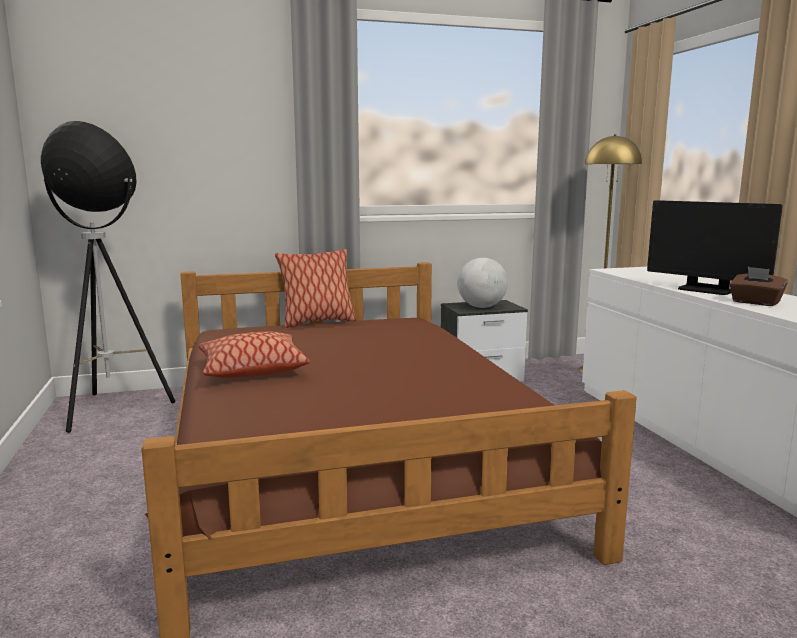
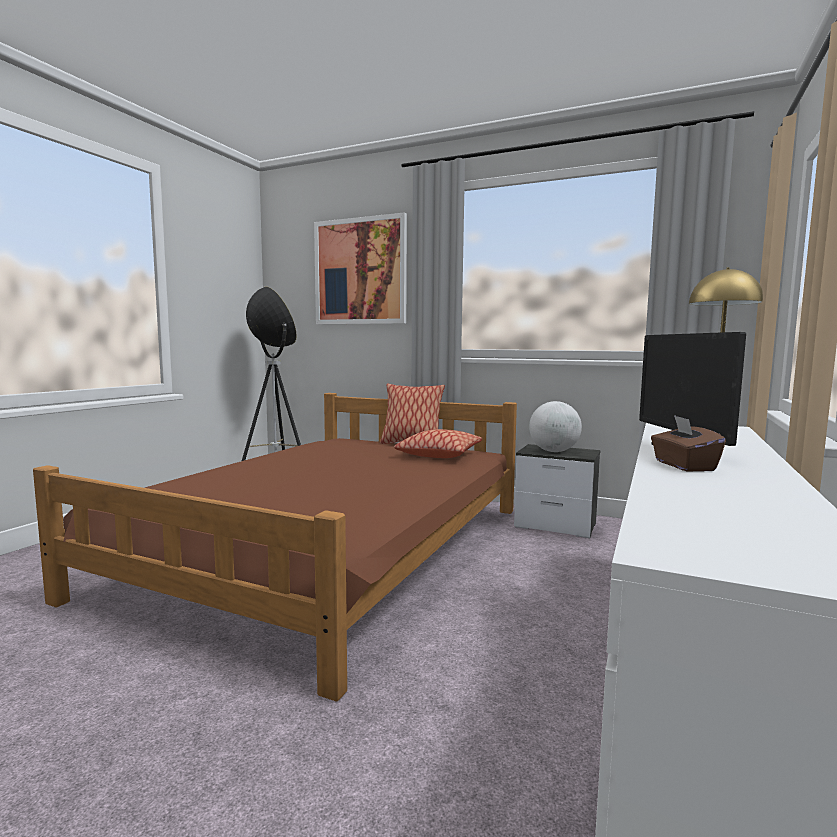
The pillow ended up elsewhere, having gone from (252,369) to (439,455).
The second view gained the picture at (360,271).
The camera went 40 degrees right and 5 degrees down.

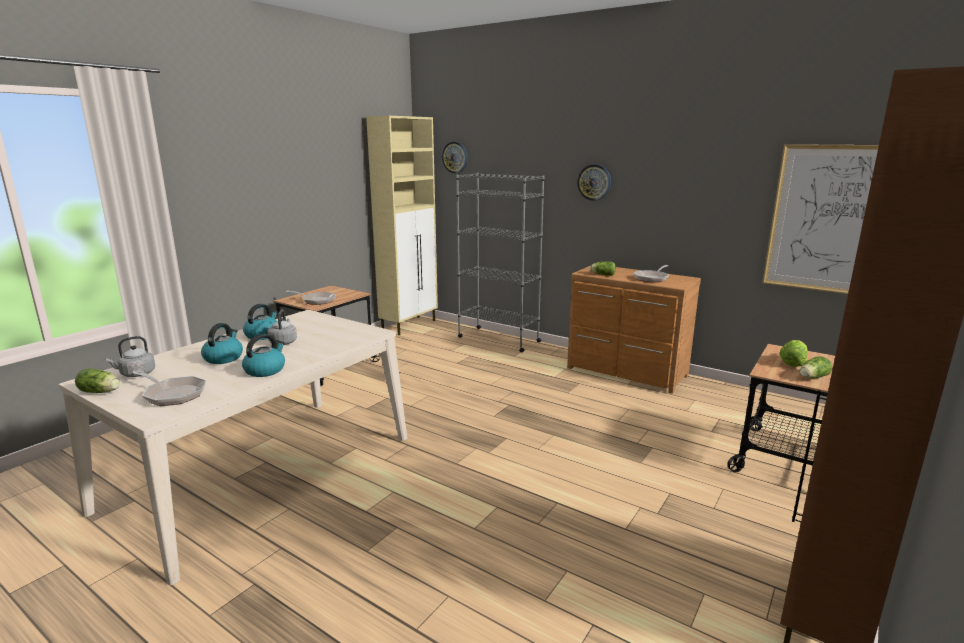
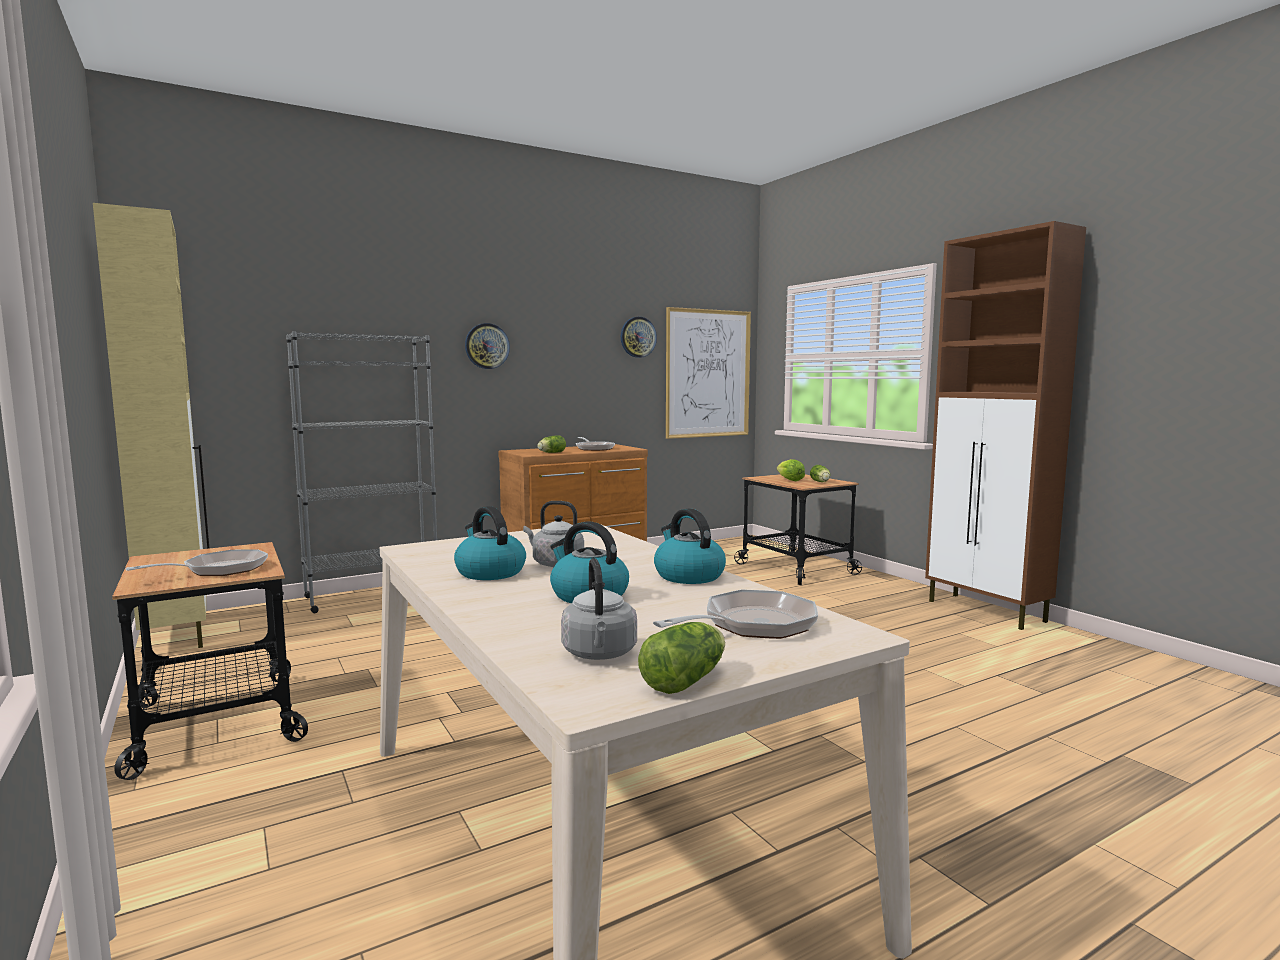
The wall clock ended up elsewhere, having gone from (455,157) to (638,337).
The camera went 65 degrees left and 10 degrees down.

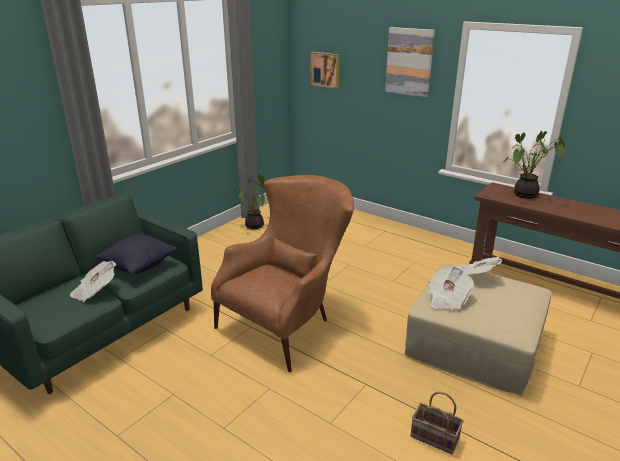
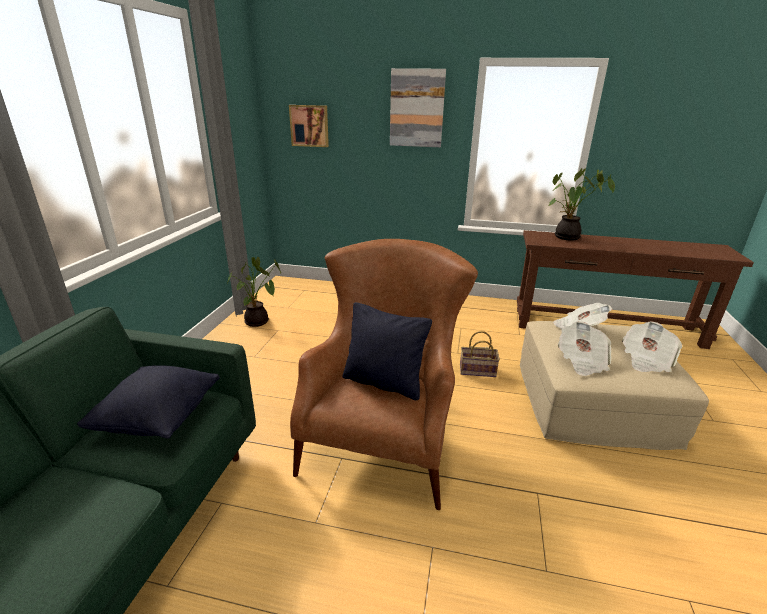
The newspaper ended up elsewhere, having gone from (95,291) to (646,360).
The basket ended up elsewhere, having gone from (433,437) to (476,371).
The second view gained the black pillow at (384,383).
The camera went 25 degrees left and 0 degrees up.

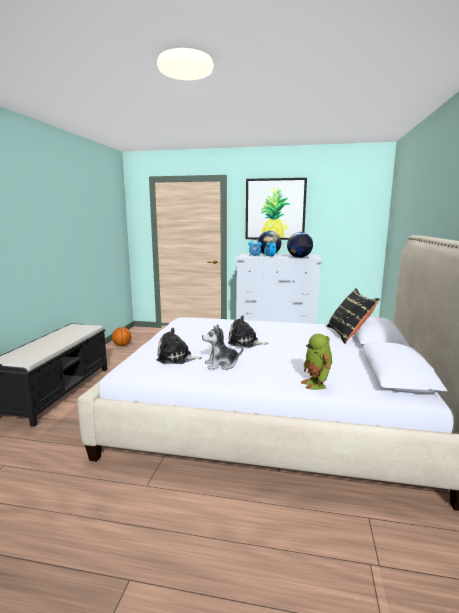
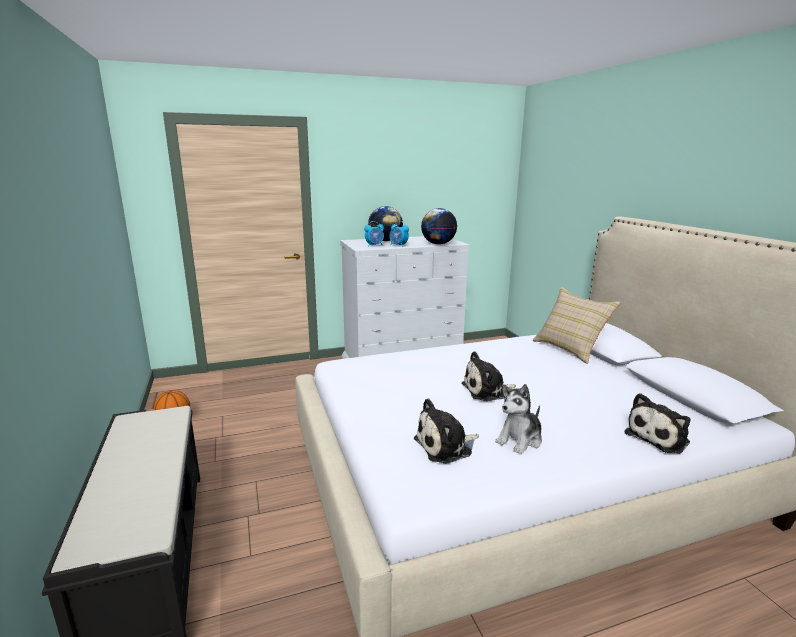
The second view lost the picture at (275,209).
What was the black pillow at (348,335) turned into the beige pillow at (570,348).
Where the toy robot stood at (316,384), the plush toy came to stand at (659,437).
The camera went 30 degrees left and 5 degrees up.

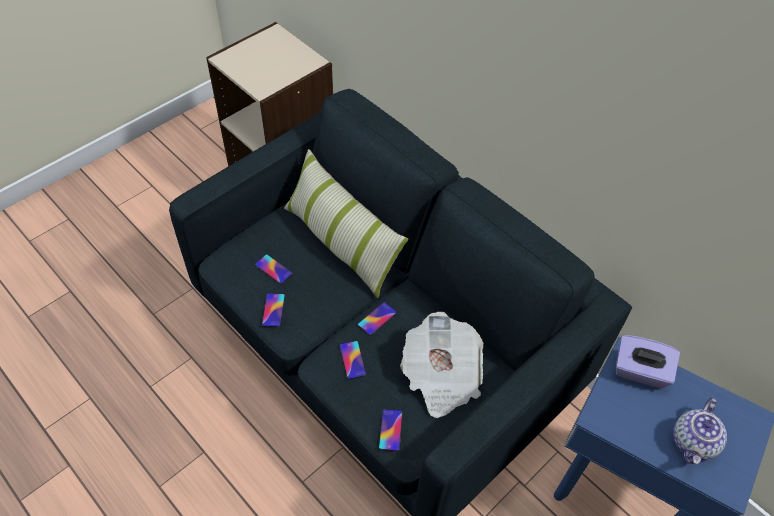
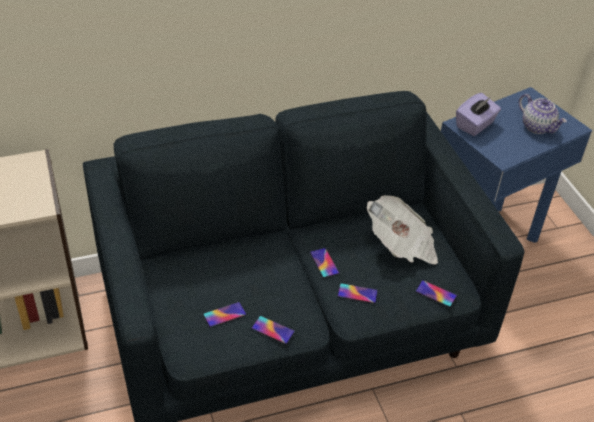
The second view lost the pillow at (341,243).
The camera went 65 degrees left and 10 degrees down.

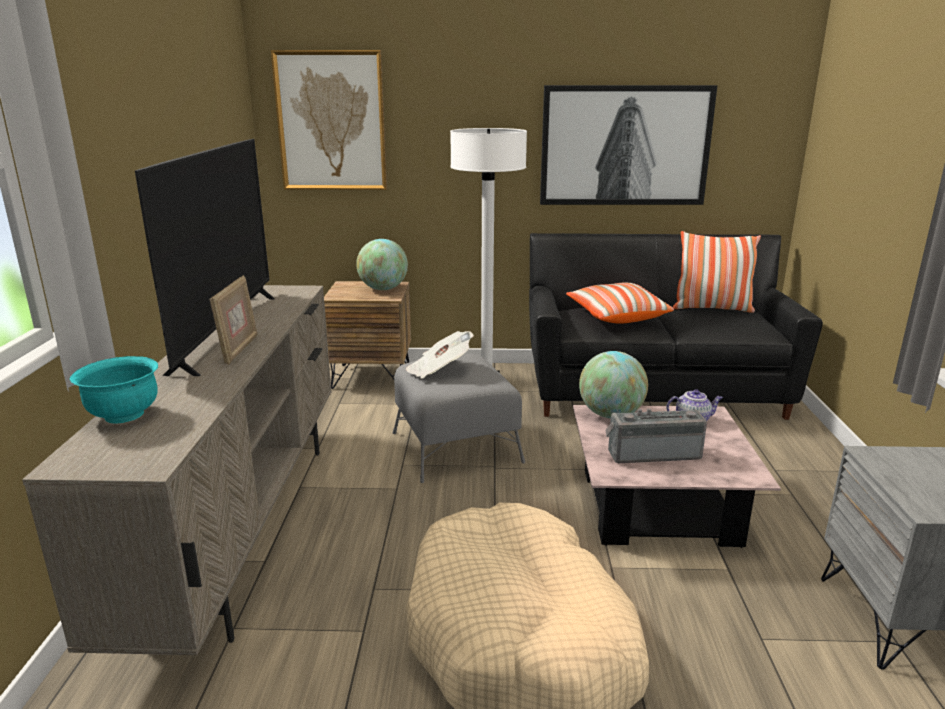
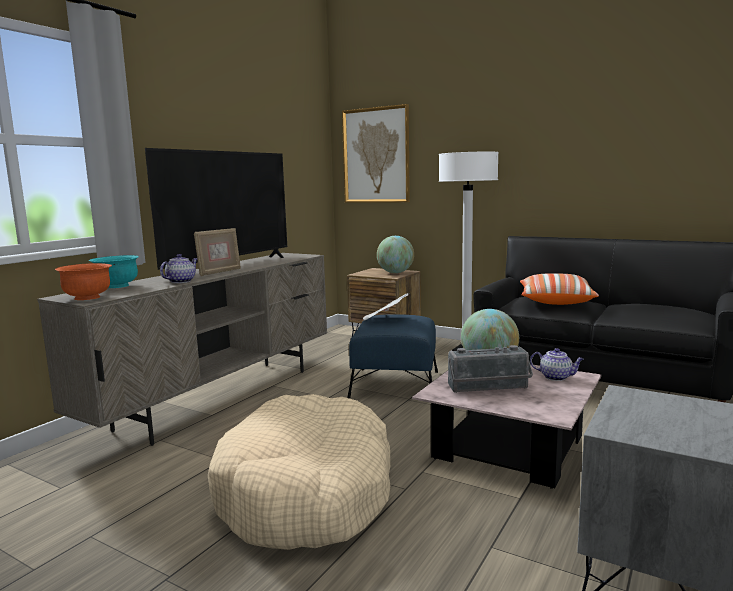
The second view lost the picture at (625,146).
The second view lost the pillow at (712,308).
What was the grey ottoman at (456,447) turned into the blue ottoman at (394,384).
The radio at (653,453) ended up facing another way, 150 degrees clockwise from before.
The second view gained the teapot at (181,281).
The second view gained the orange bowl at (88,298).
The camera went 30 degrees right and 10 degrees down.

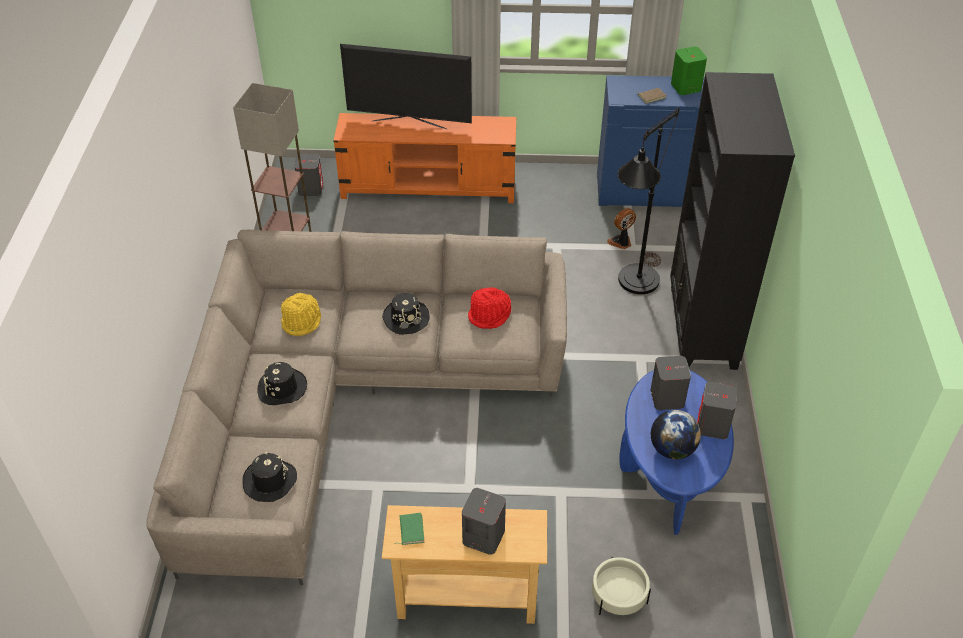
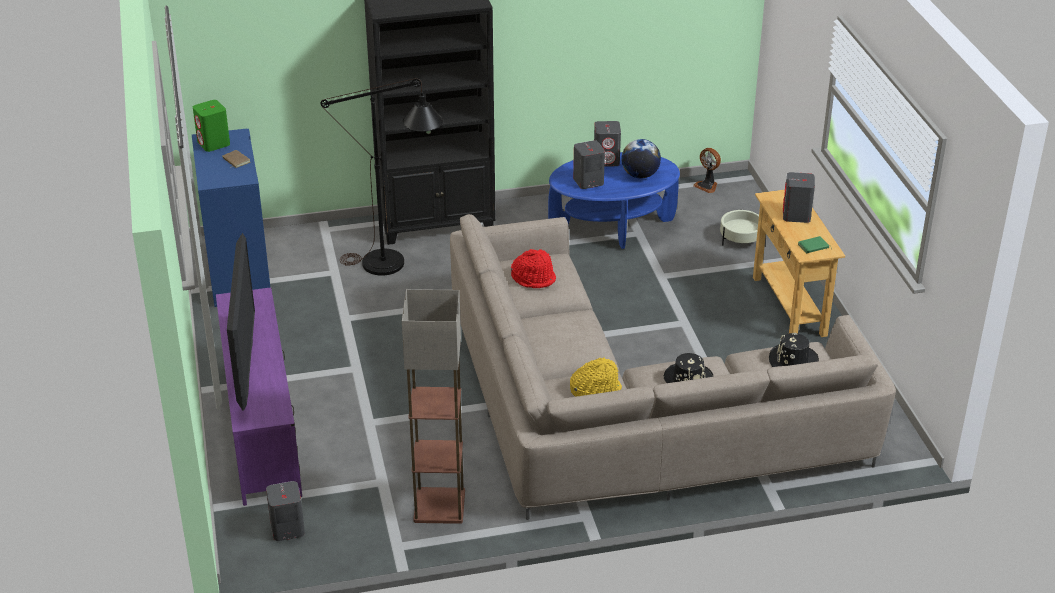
What was the orange tv stand at (429,187) turned into the purple tv stand at (262,427).
The fan ended up elsewhere, having gone from (621,242) to (707,186).
The second view lost the black hat at (406,318).
The camera went 105 degrees left and 10 degrees down.

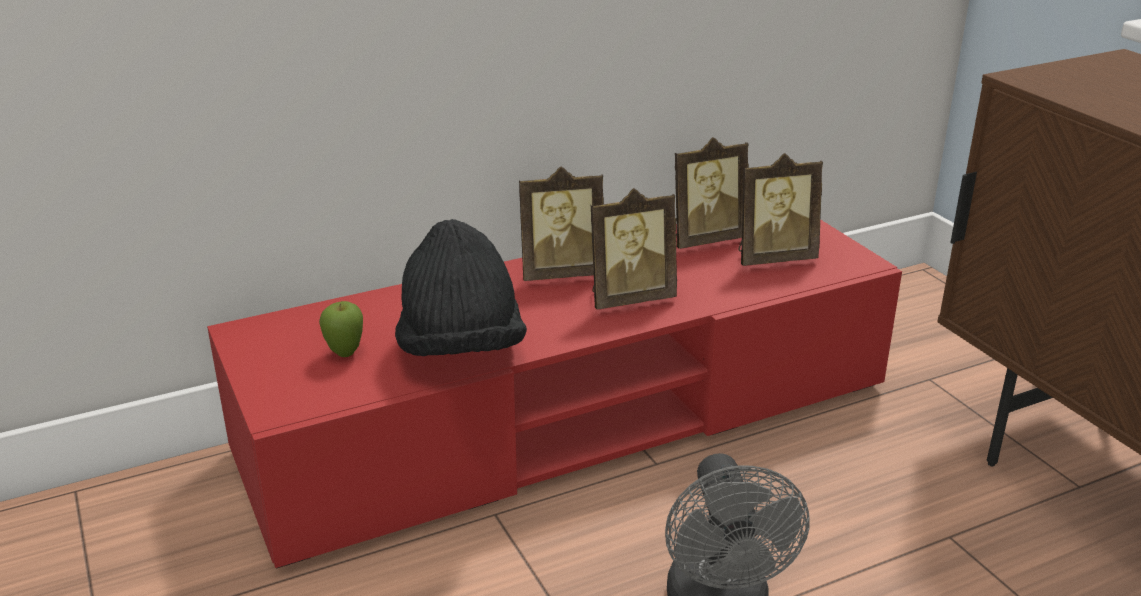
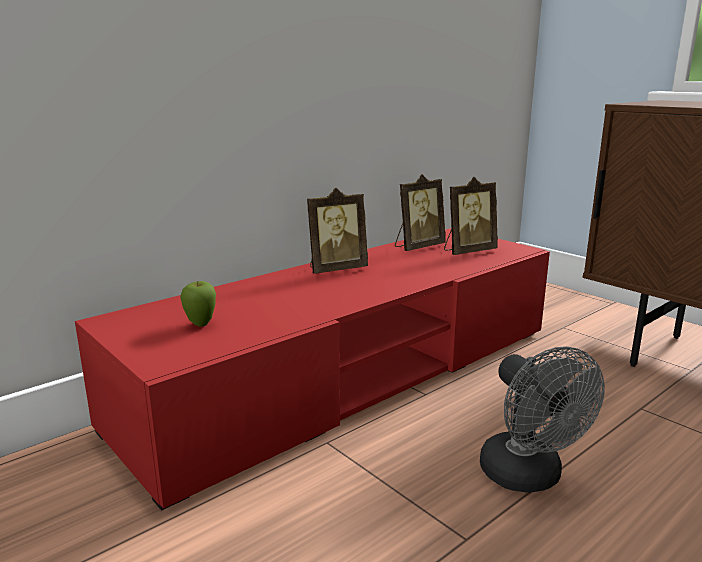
The second view lost the picture frame at (629,298).
The second view lost the black hat at (460,349).
The camera went 15 degrees left and 10 degrees down.

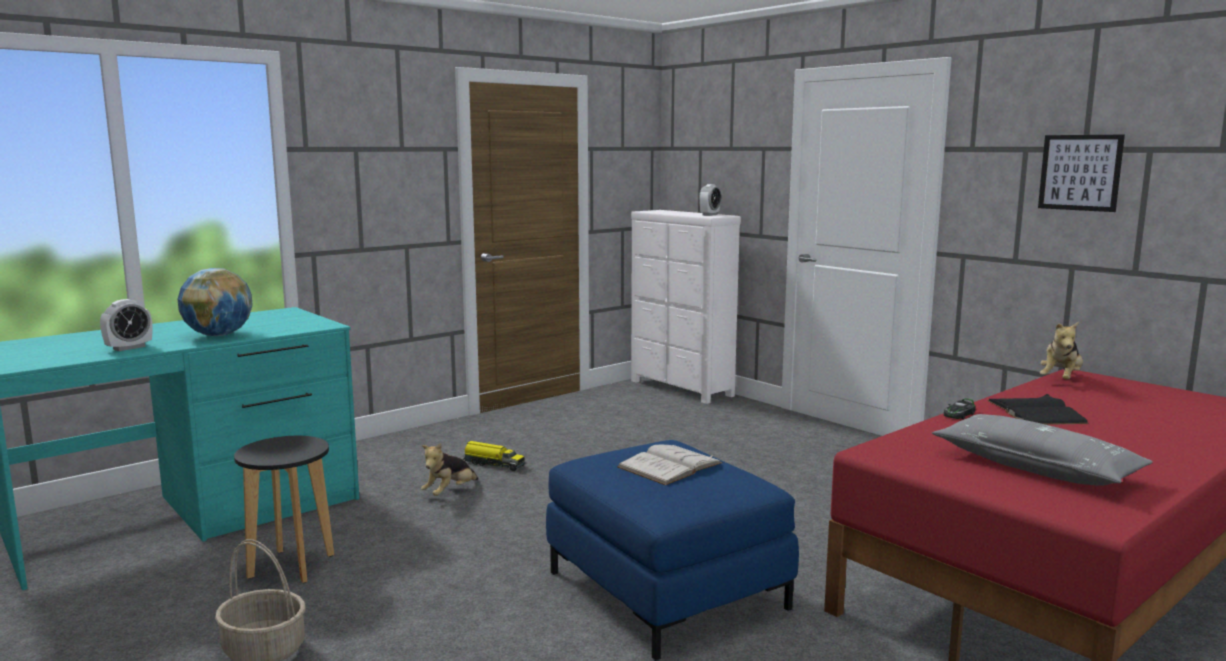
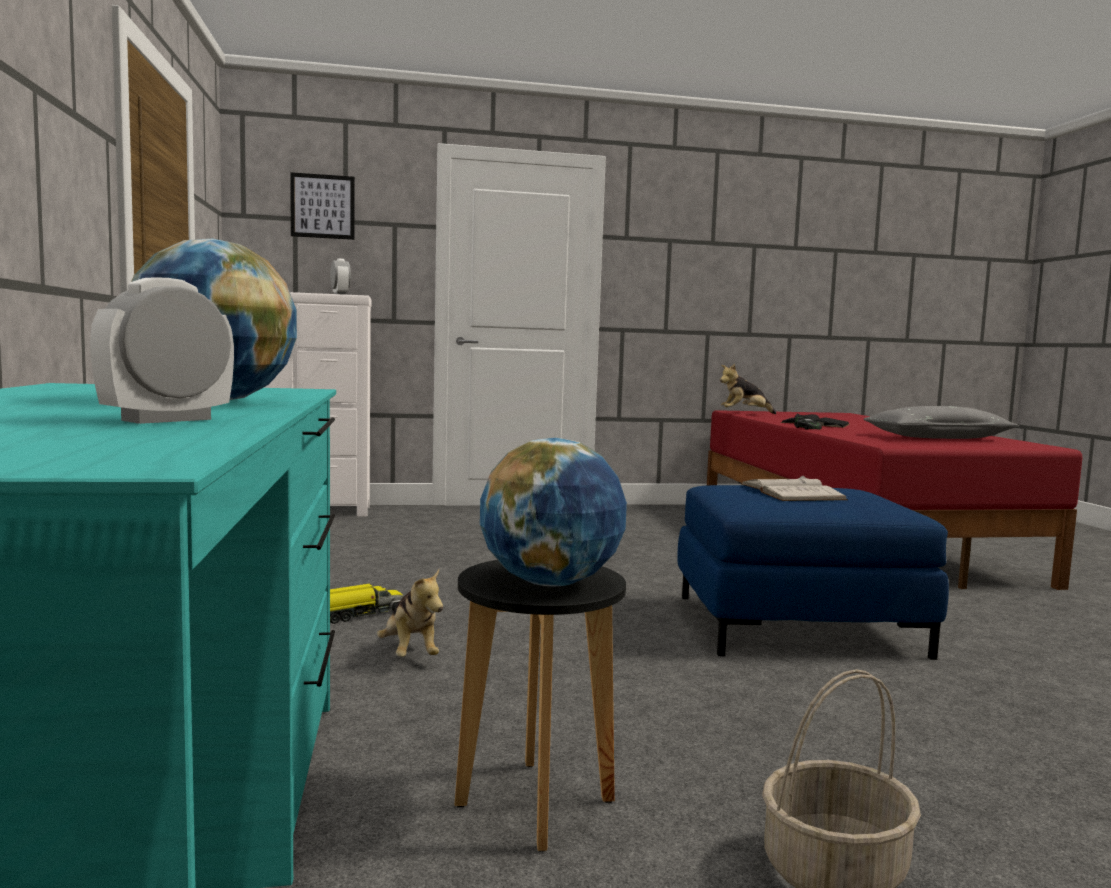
The picture ended up elsewhere, having gone from (1080,172) to (322,206).
The alarm clock at (129,348) ended up facing another way, 120 degrees counterclockwise from before.
The plush toy at (1060,380) ended up facing another way, 105 degrees clockwise from before.
The second view gained the globe at (551,583).
The camera went 60 degrees left and 5 degrees down.

